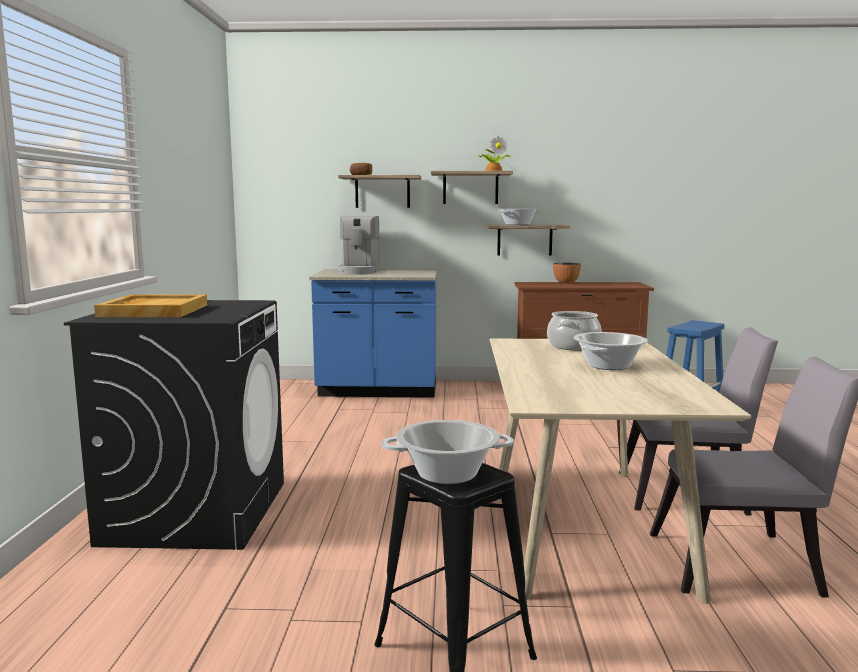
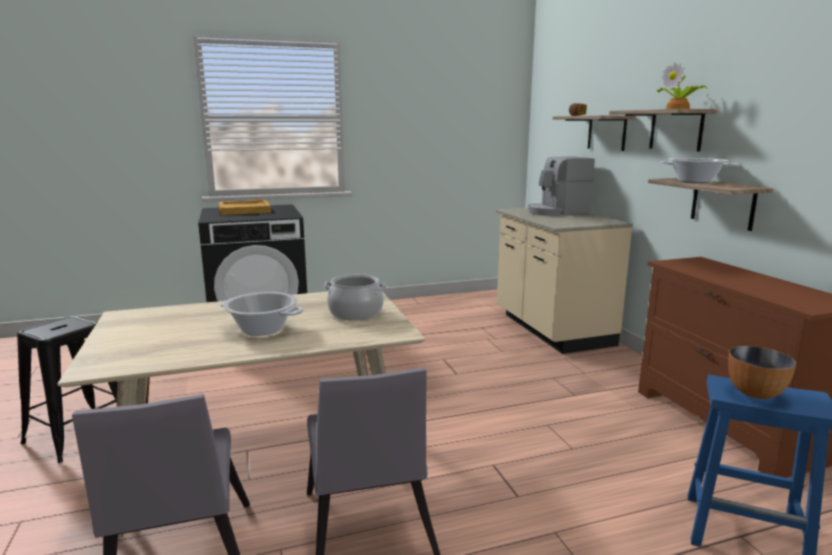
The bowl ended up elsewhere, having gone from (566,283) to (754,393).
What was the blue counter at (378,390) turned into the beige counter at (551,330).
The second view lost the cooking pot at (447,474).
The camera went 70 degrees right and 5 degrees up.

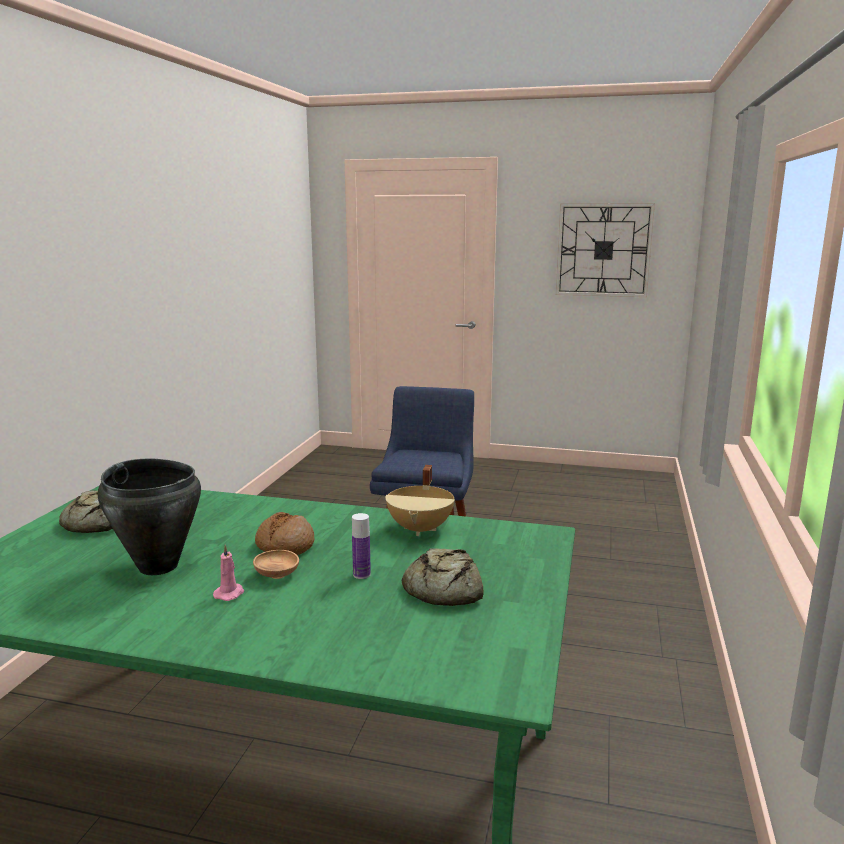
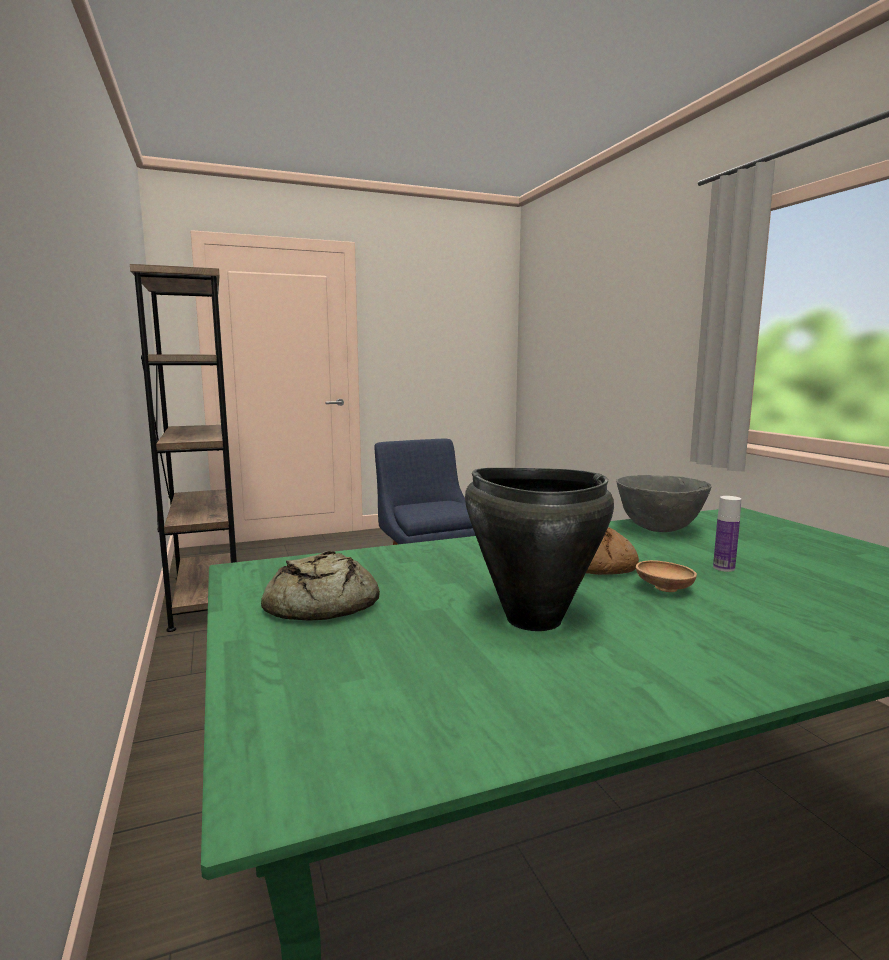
The second view lost the wall clock at (603,250).
Where the beige cooking pot stood at (421,529), the grey bowl came to stand at (658,529).
The second view lost the pink candle at (230,593).
The second view lost the bread at (442,589).
The second view gained the brown bookcase at (206,598).
The camera went 35 degrees left and 5 degrees down.

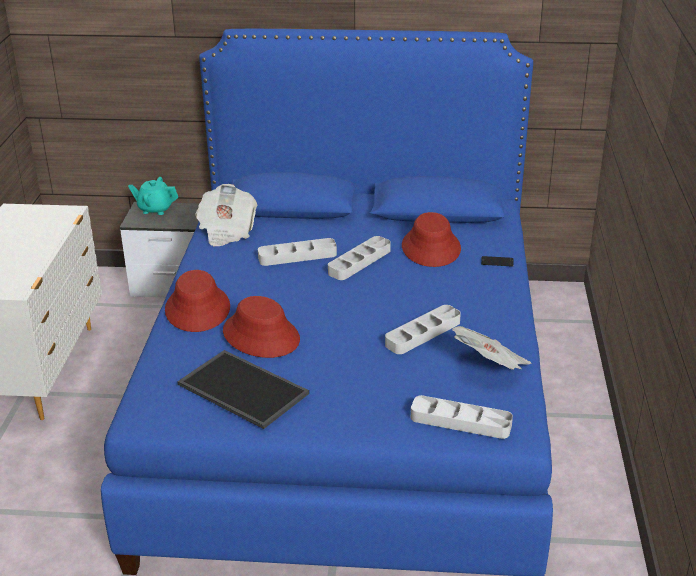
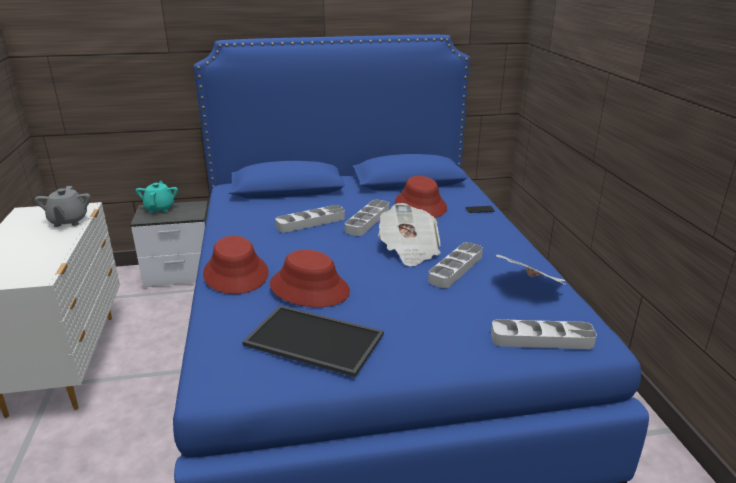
The turquoise teapot at (155,209) ended up facing another way, 90 degrees clockwise from before.
The newspaper ended up elsewhere, having gone from (226,231) to (409,250).
The second view gained the grey teapot at (68,221).
The camera went 15 degrees left and 5 degrees down.

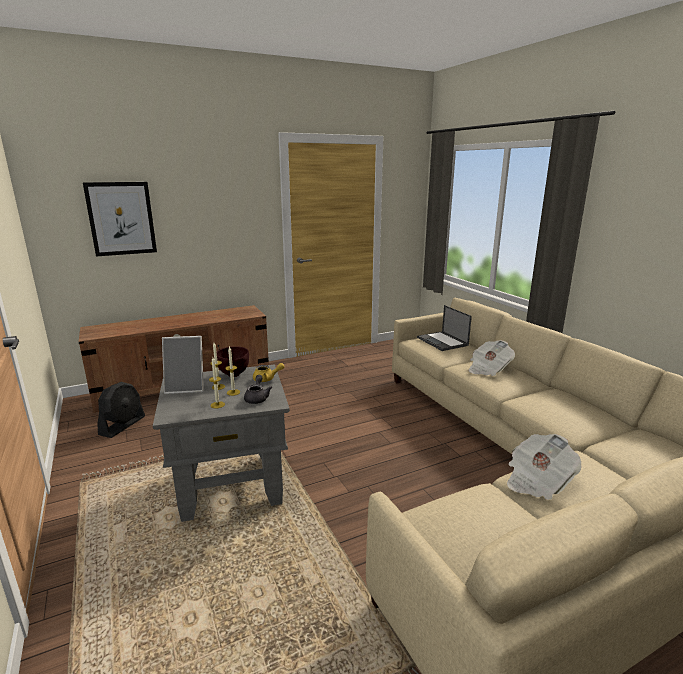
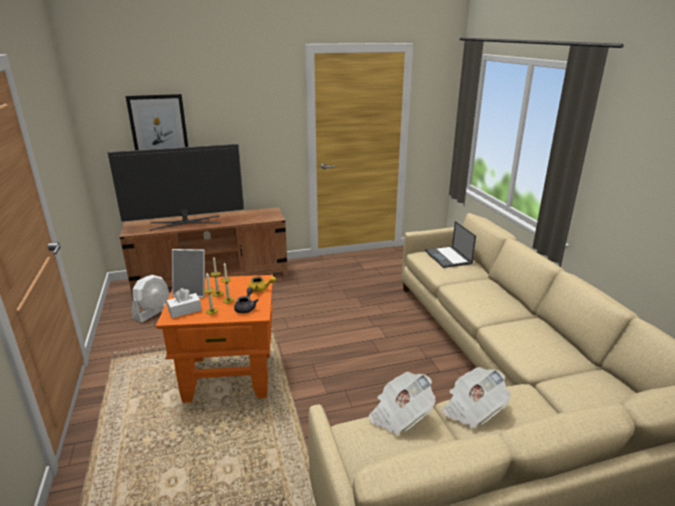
The newspaper ended up elsewhere, having gone from (488,369) to (400,415).
The second view lost the brown bowl at (234,375).
What was the grey side table at (231,486) turned into the orange side table at (229,376).
What was the black fan at (123,425) turned into the white fan at (153,311).
The second view gained the television at (186,222).
The second view gained the white tissue box at (185,310).
The camera went 10 degrees right and 5 degrees up.

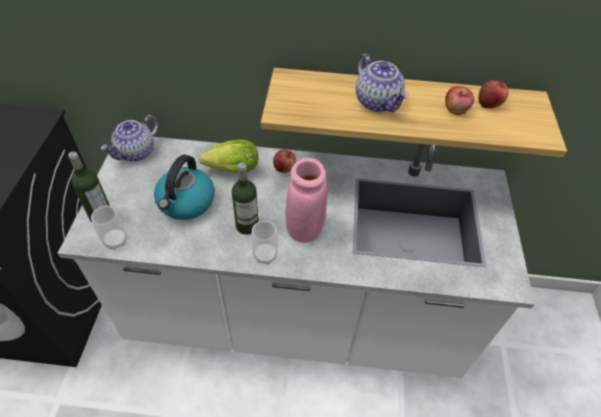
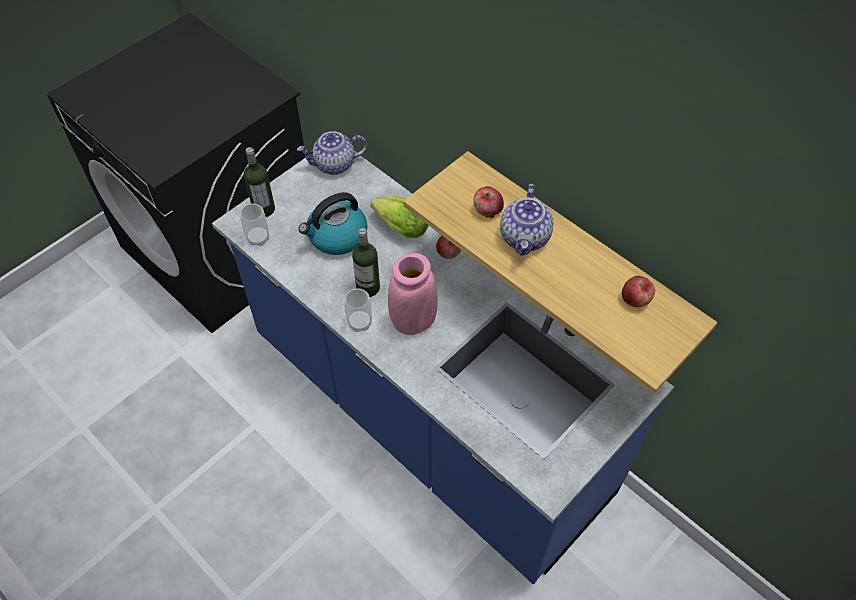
The apple ended up elsewhere, having gone from (455,110) to (487,210).
What was the white counter at (295,318) turned into the blue counter at (428,417).
The camera went 40 degrees right and 5 degrees up.

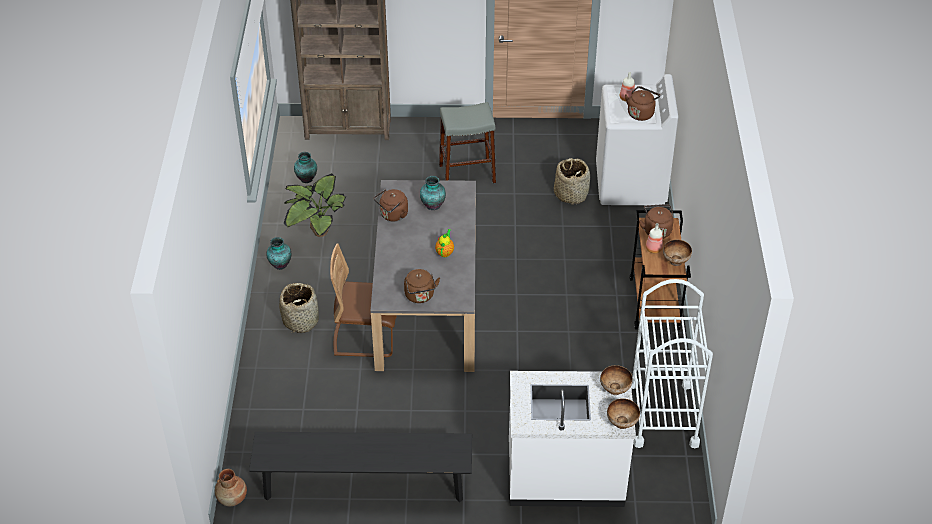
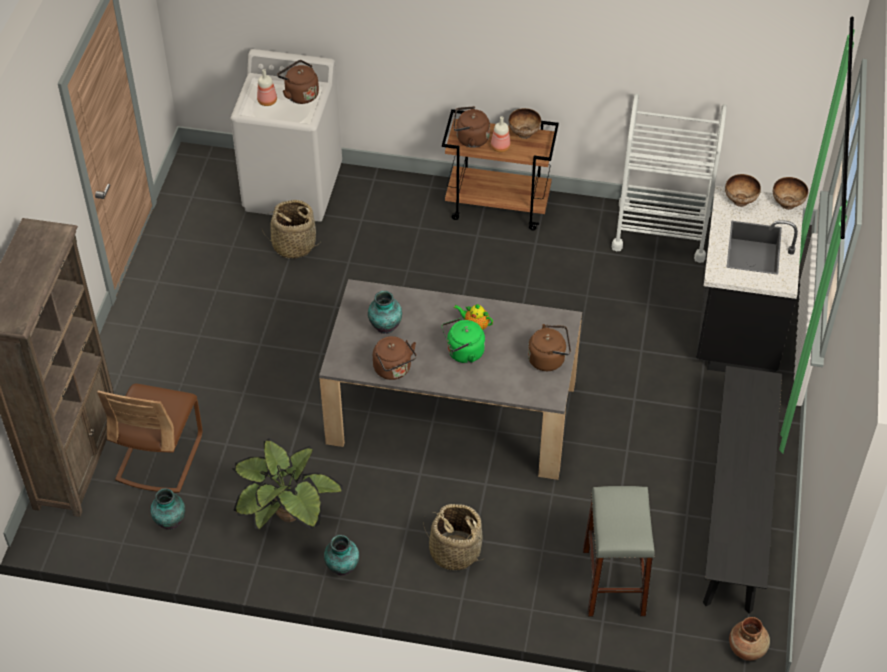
The grey stool ended up elsewhere, having gone from (467,174) to (613,582).
The brown chair ended up elsewhere, having gone from (366,337) to (159,457).
What was the white counter at (565,475) turned into the black counter at (736,325).
The second view gained the green kettle at (463,353).
The camera went 80 degrees left and 5 degrees up.

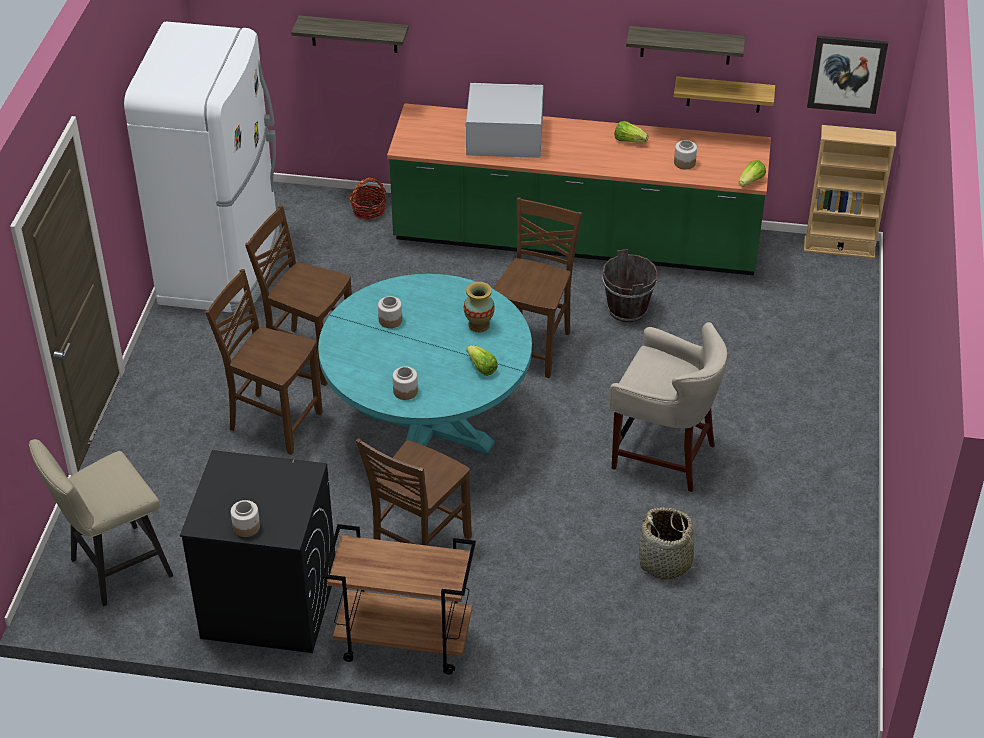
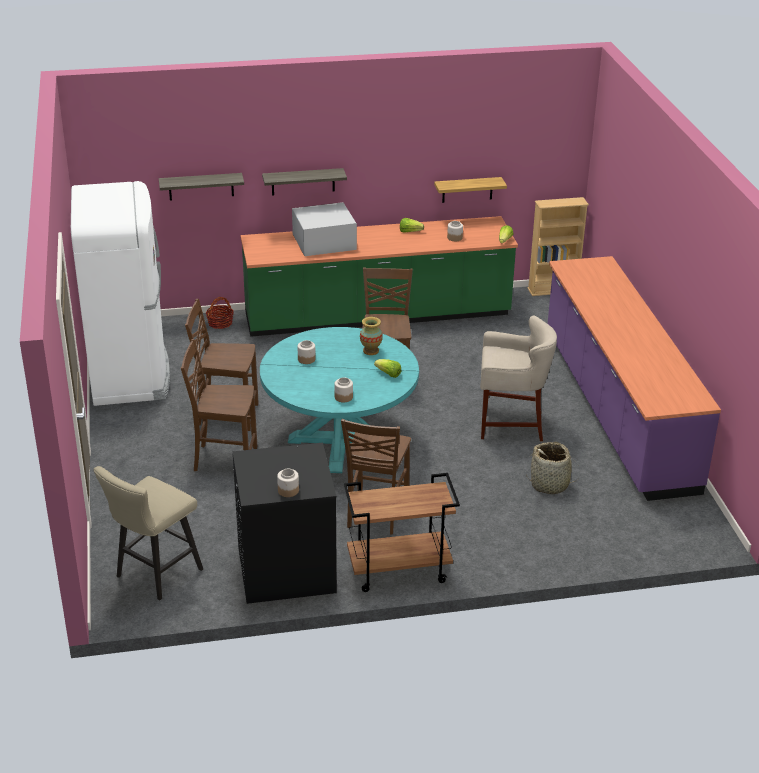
The shelf ended up elsewhere, having gone from (685,45) to (303,181).
The second view lost the picture at (846,74).
The second view lost the brown bucket at (627,309).
The second view gained the purple counter at (616,410).
The camera went 20 degrees left and 10 degrees down.

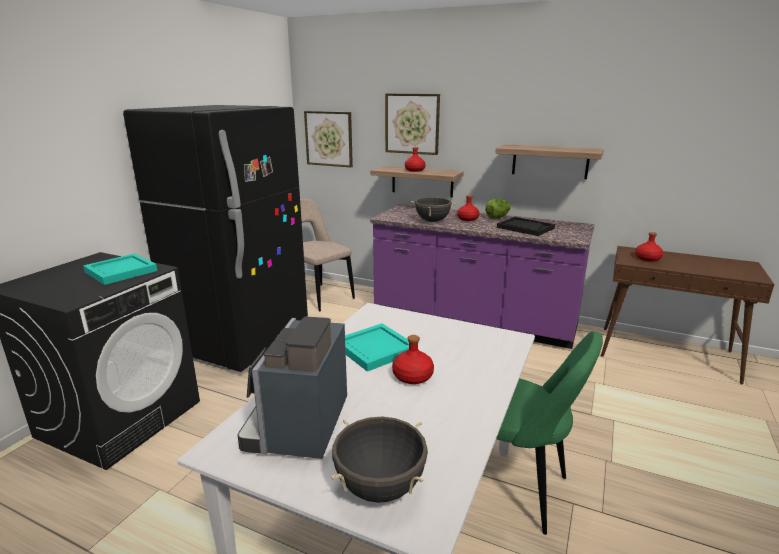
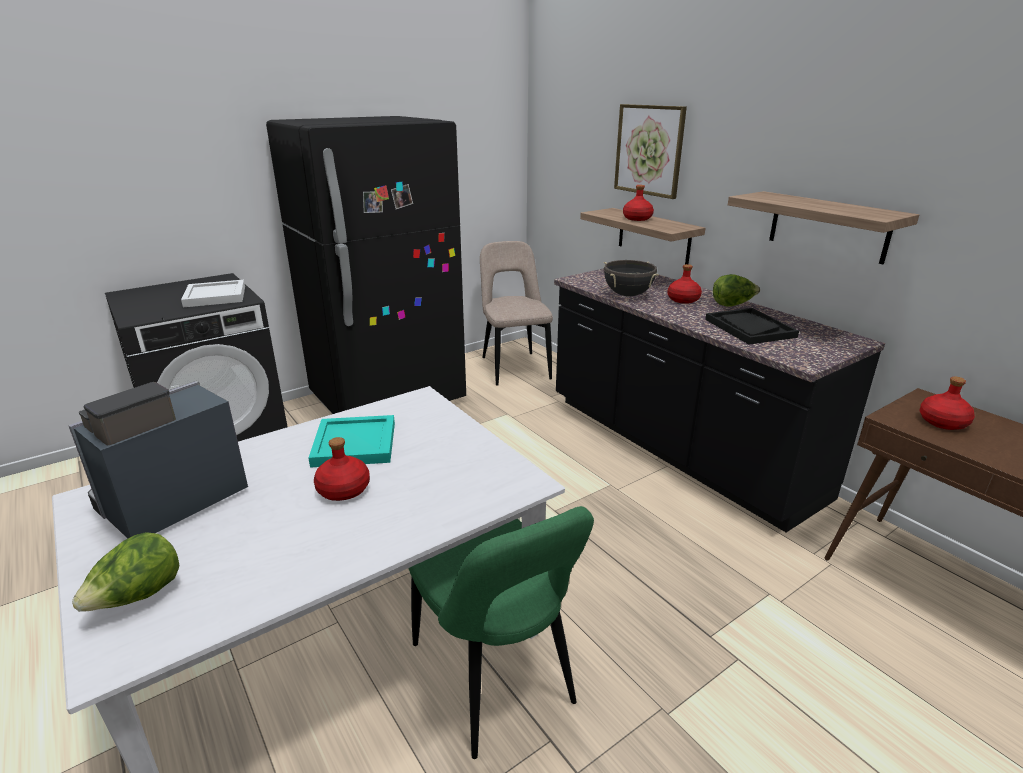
The second view lost the picture at (329,139).
What was the purple counter at (473,320) turned into the black counter at (676,447).
What was the turquoise tray at (120,272) turned into the white tray at (214,296).
Where the black cooking pot stood at (380,487), the lettuce came to stand at (138,597).
The camera went 30 degrees right and 5 degrees up.

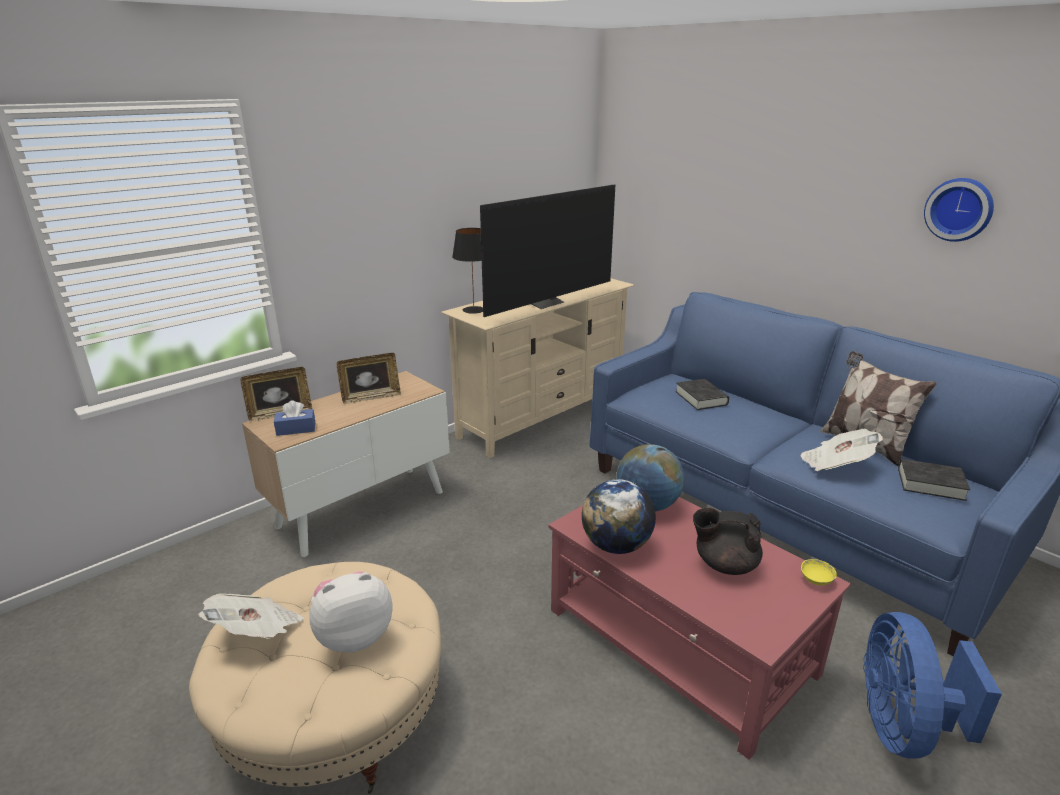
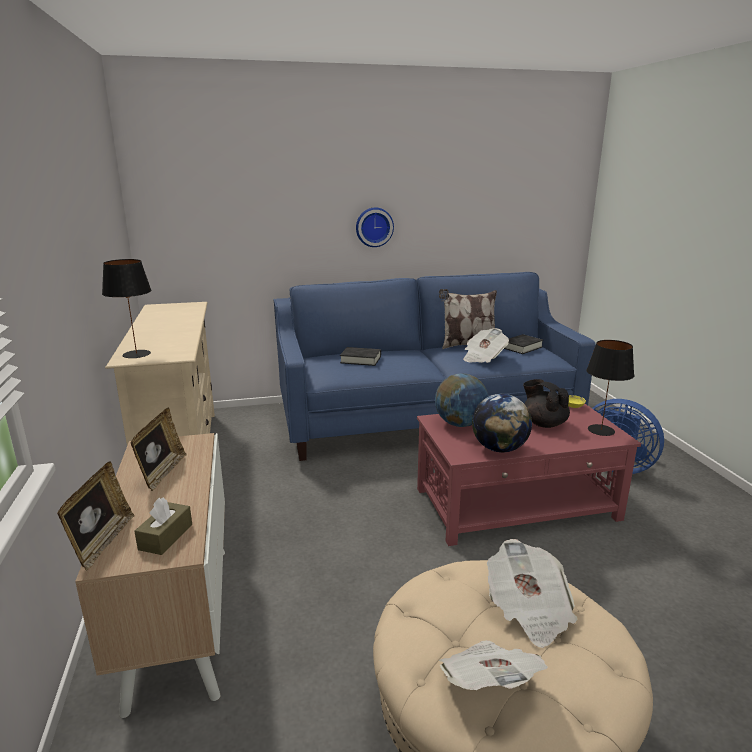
The wall clock ended up elsewhere, having gone from (959,209) to (374,227).
The second view lost the television at (545,303).
What was the blue tissue box at (296,429) turned into the brown tissue box at (166,537).
The black teapot at (724,564) ended up facing another way, 105 degrees clockwise from before.
Where the plush toy stood at (353,636), the newspaper came to stand at (529,611).
The second view gained the black table lamp at (600,430).
The camera went 60 degrees left and 5 degrees down.

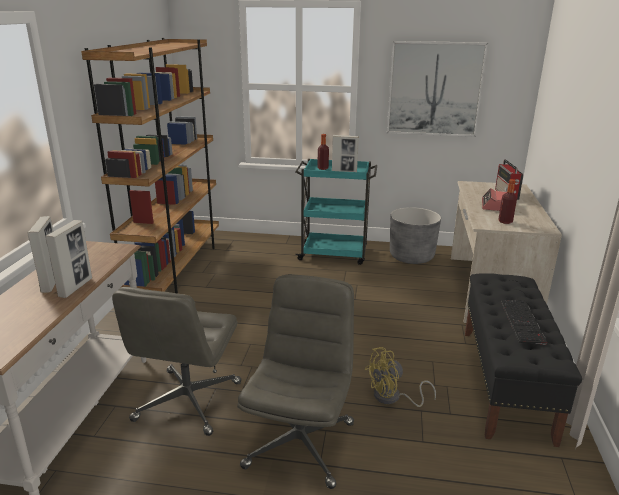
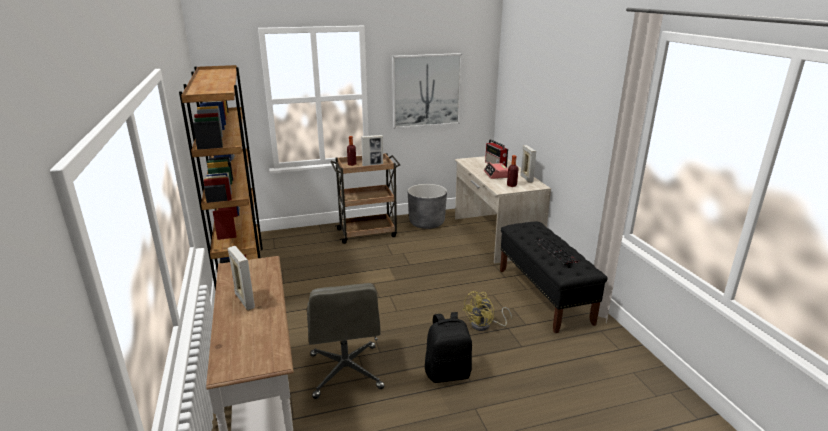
What was the turquoise cart at (334,254) turned into the brown cart at (368,233).
The picture frame ended up elsewhere, having gone from (75,287) to (526,179).
Where the grey office chair stood at (300,443), the black backpack came to stand at (448,373).
The camera went 25 degrees left and 0 degrees up.

